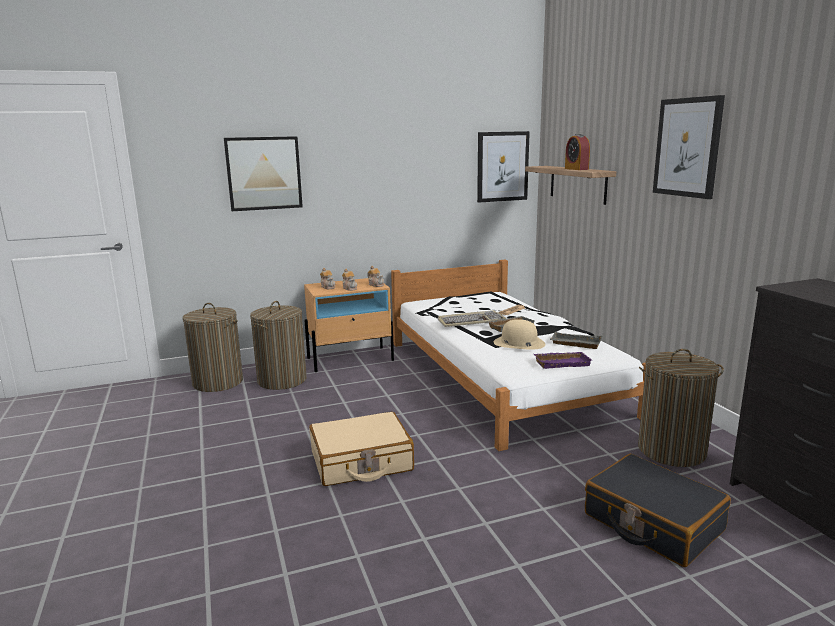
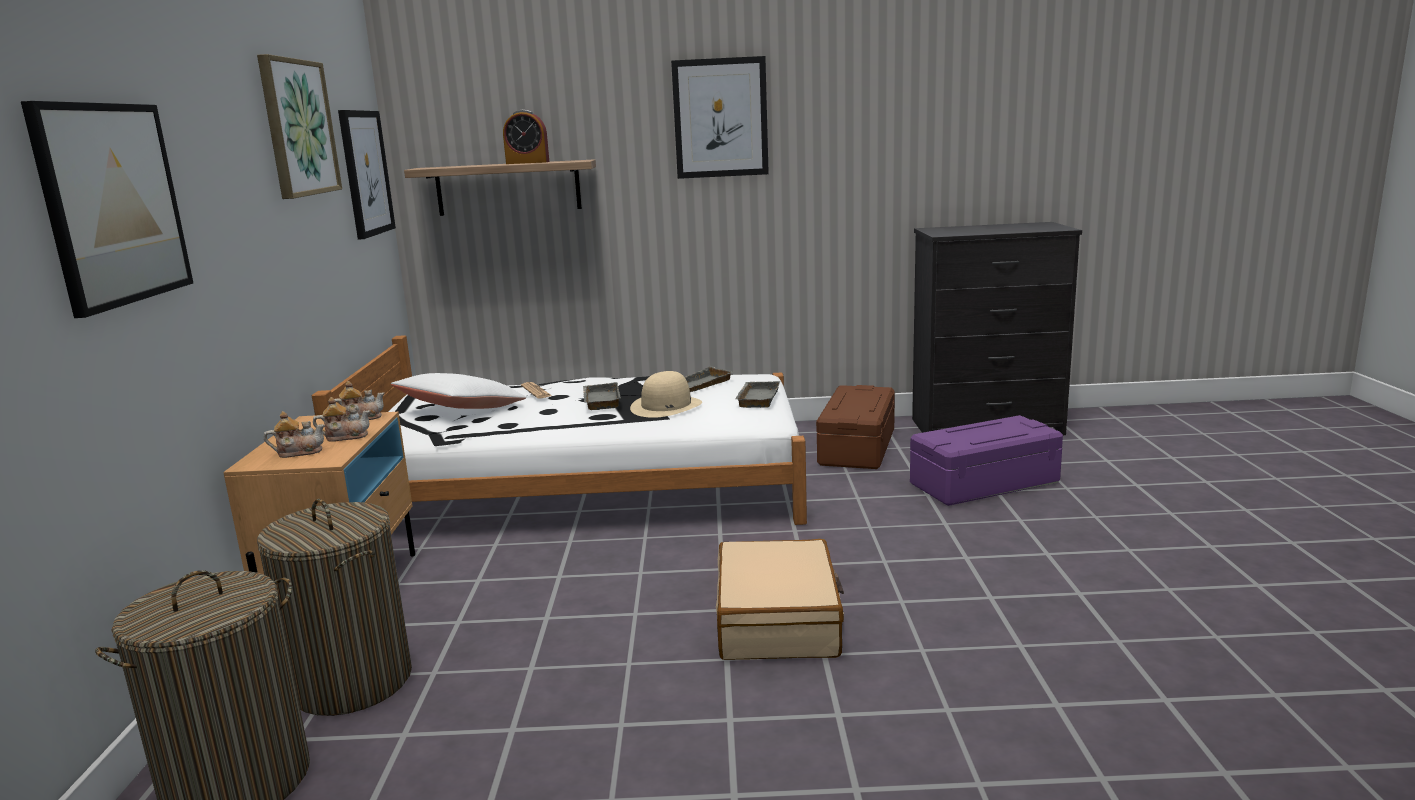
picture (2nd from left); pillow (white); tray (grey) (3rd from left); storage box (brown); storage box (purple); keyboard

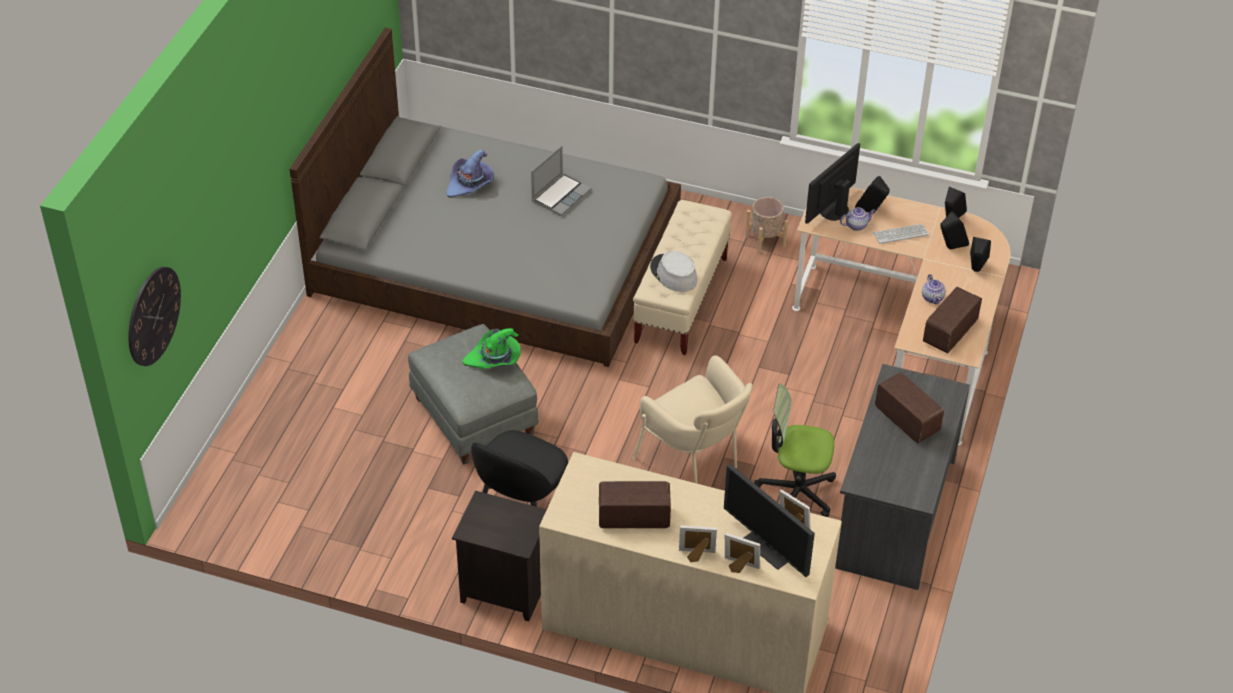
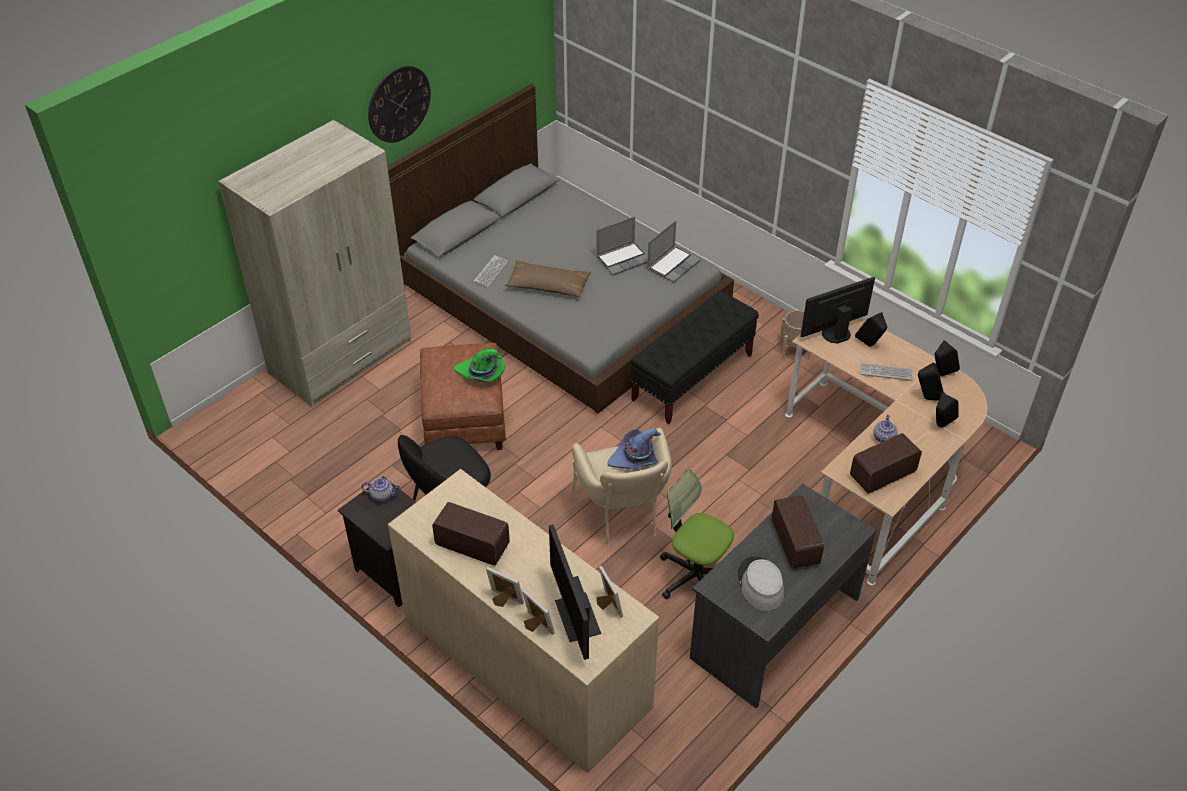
wardrobe (beige); teapot (1st from left); wall clock; ottoman (brown); keyboard (1st from left); pillow (brown); hat (purple); bench (black); laptop (2nd from left); hat (grey)

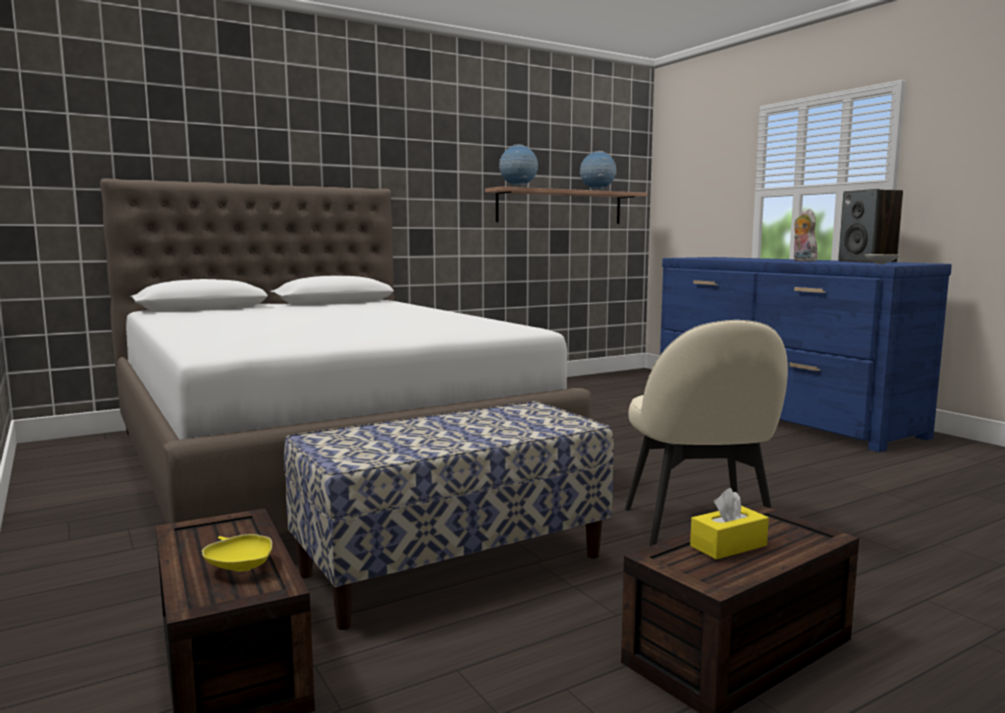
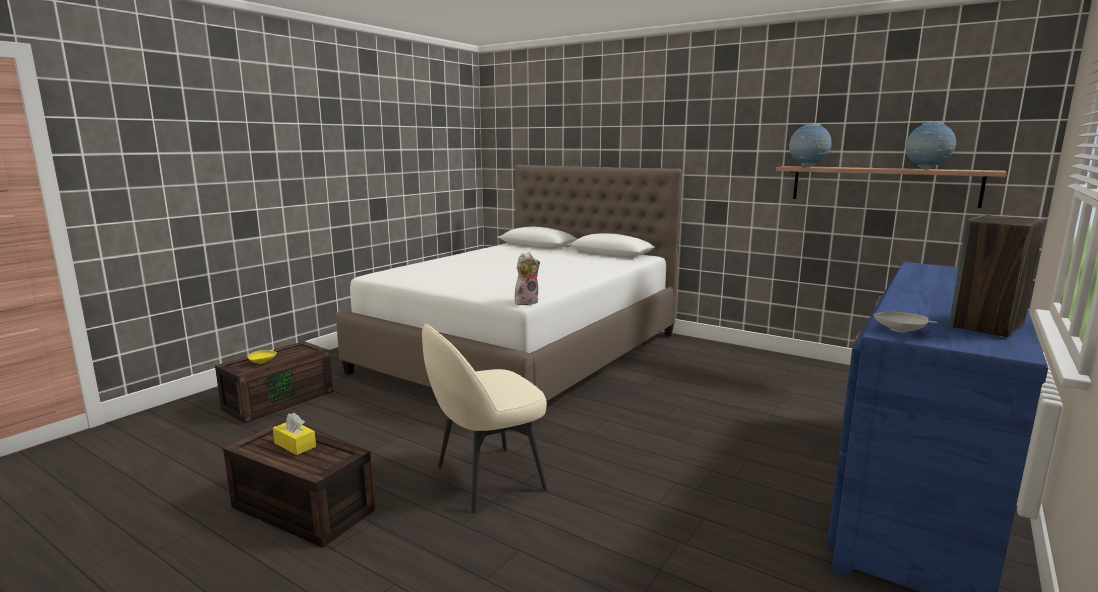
plush toy; bench

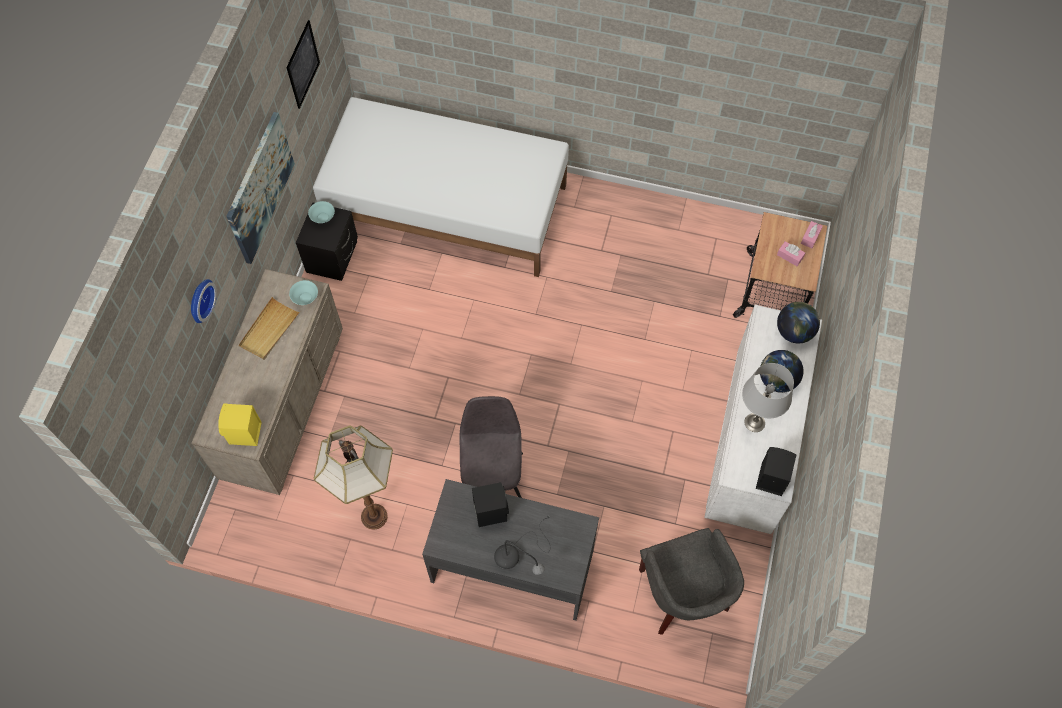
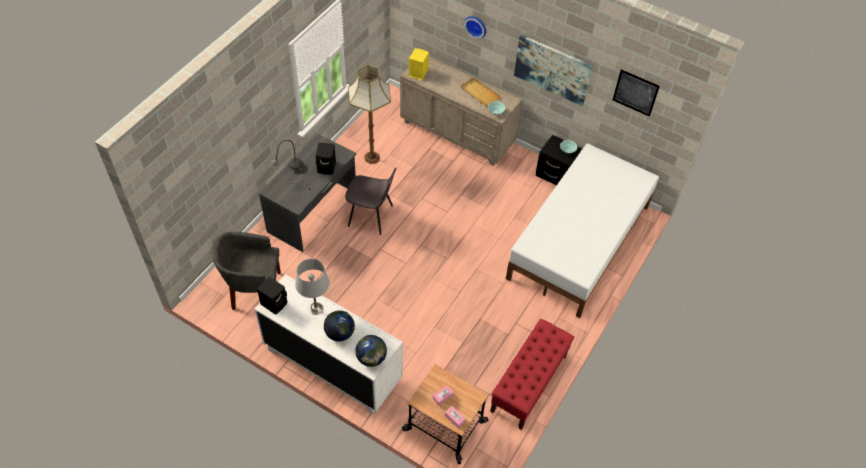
bench (red)

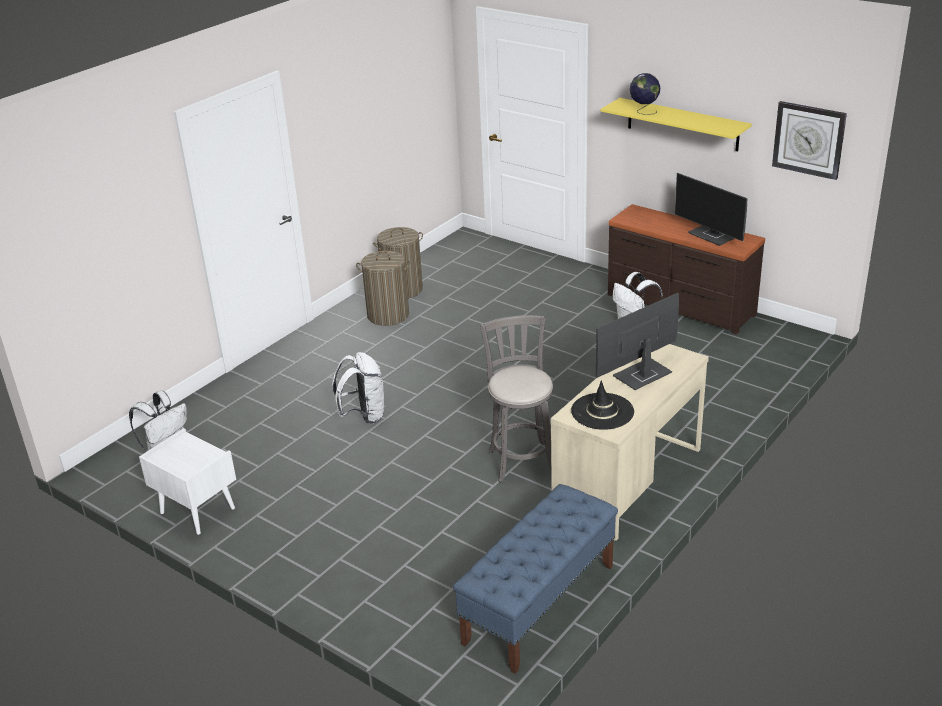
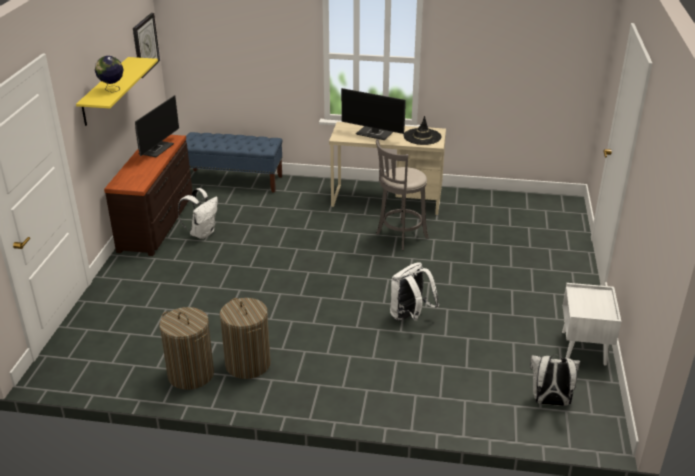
bench (blue)

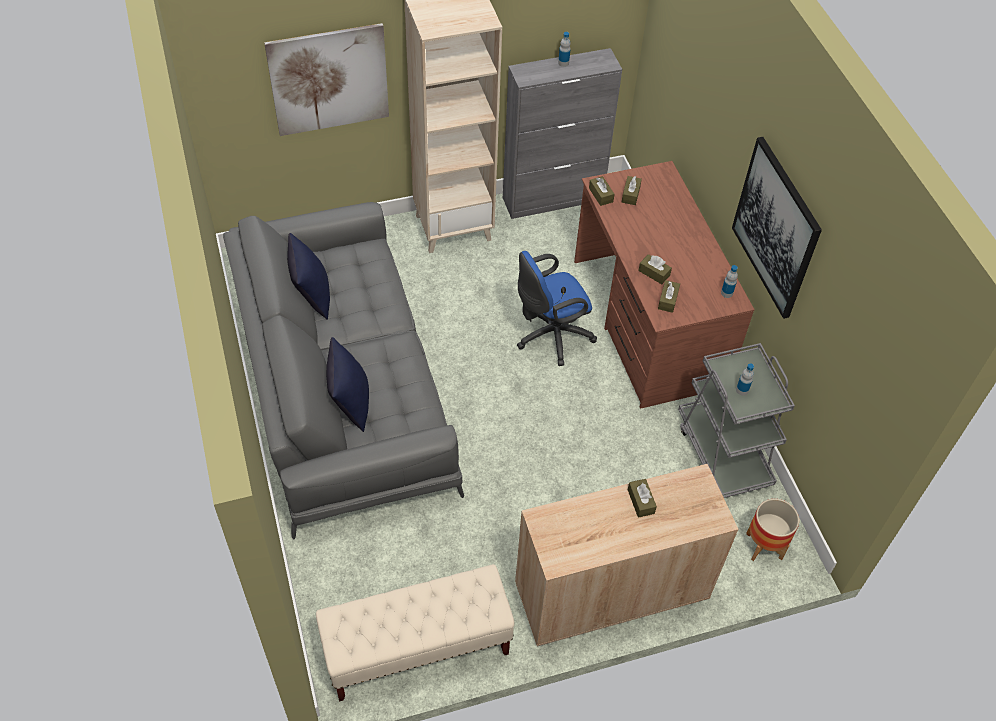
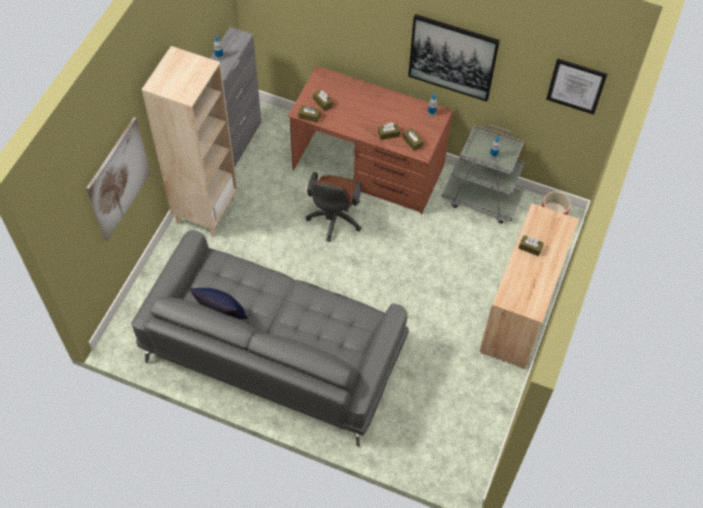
office chair (brown); picture (3rd from left); bench (beige); pillow (blue) (2nd from left in the first image)

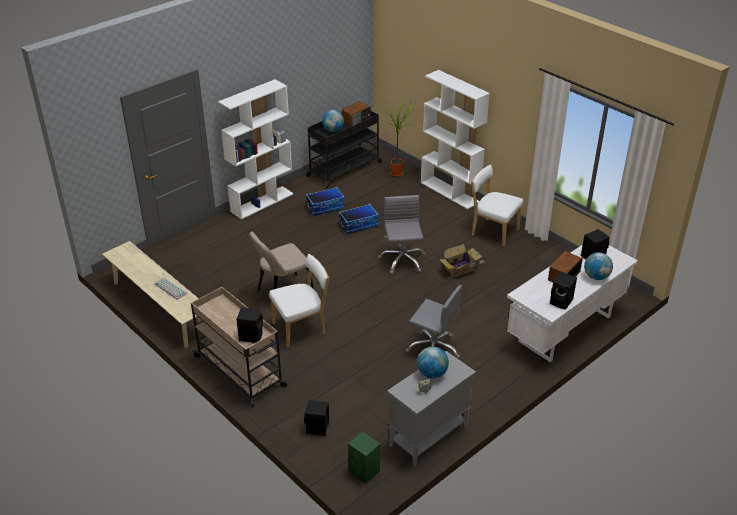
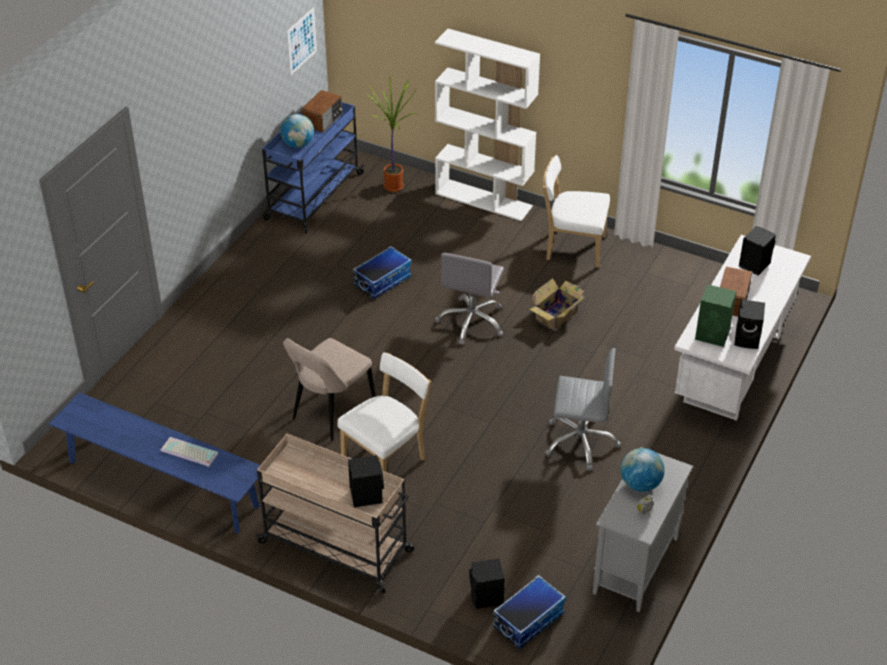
bench (blue); cart (blue); picture; office chair (grey) (1st from left); storage box (2nd from left); speaker (green); bookcase (white) (1st from left in the first image); globe (3rd from left in the first image)

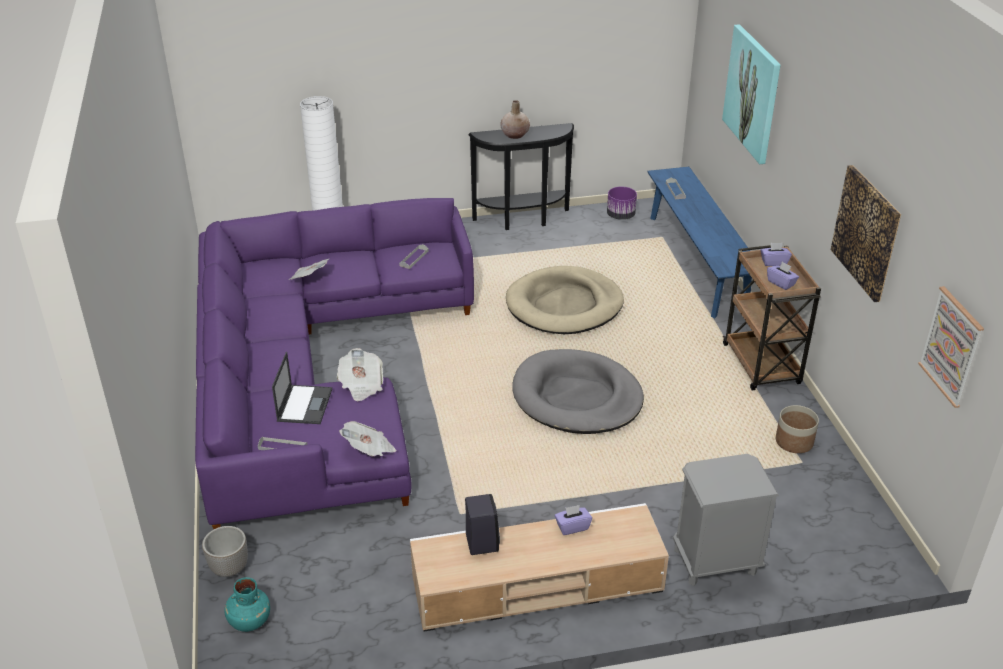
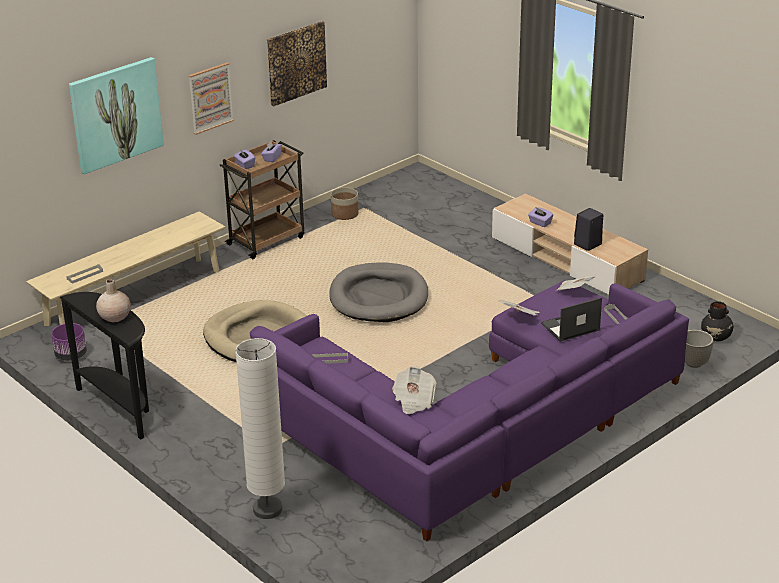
bench (beige); picture (2nd from left); vase (black); nightstand (grey)

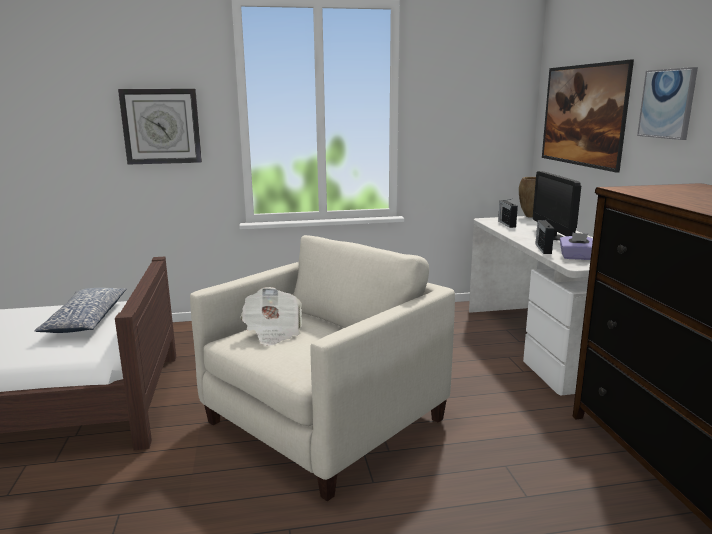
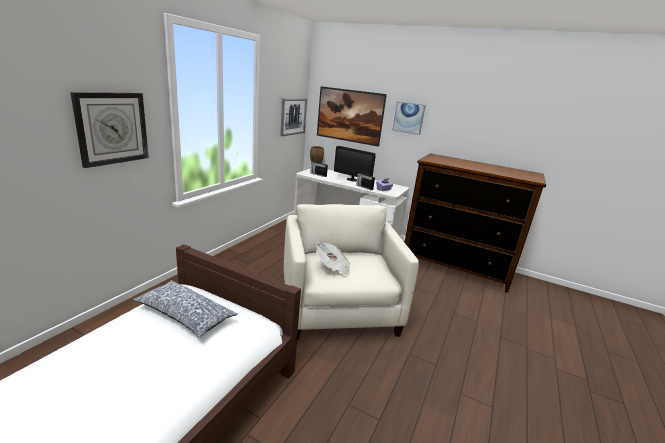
picture (1st from left)

